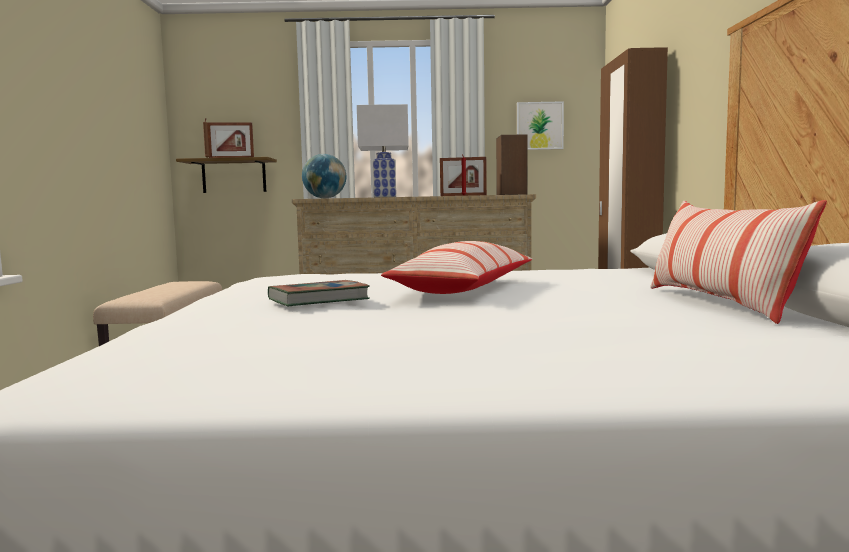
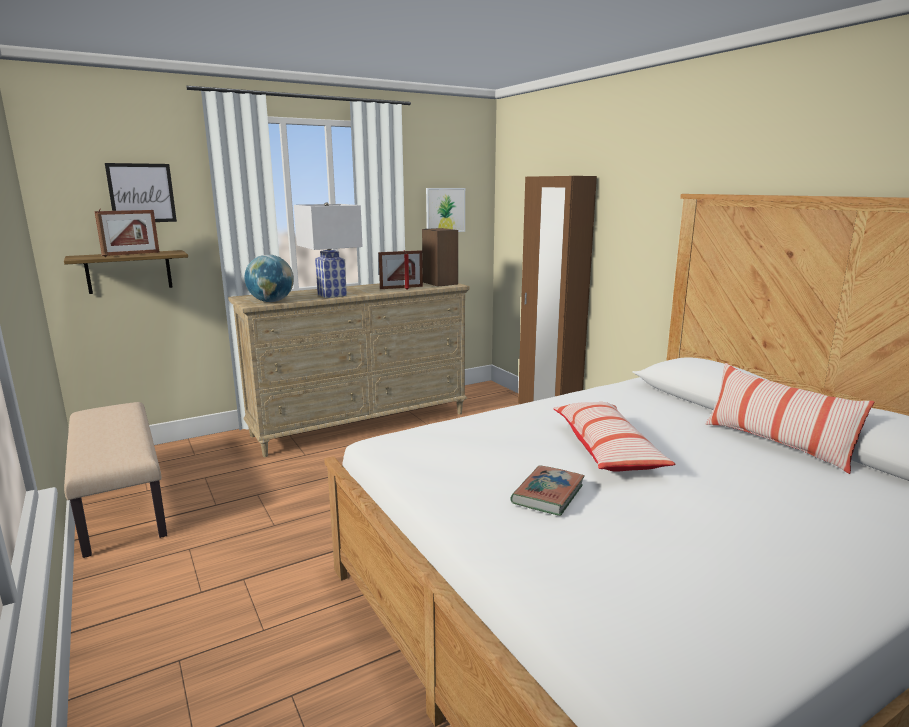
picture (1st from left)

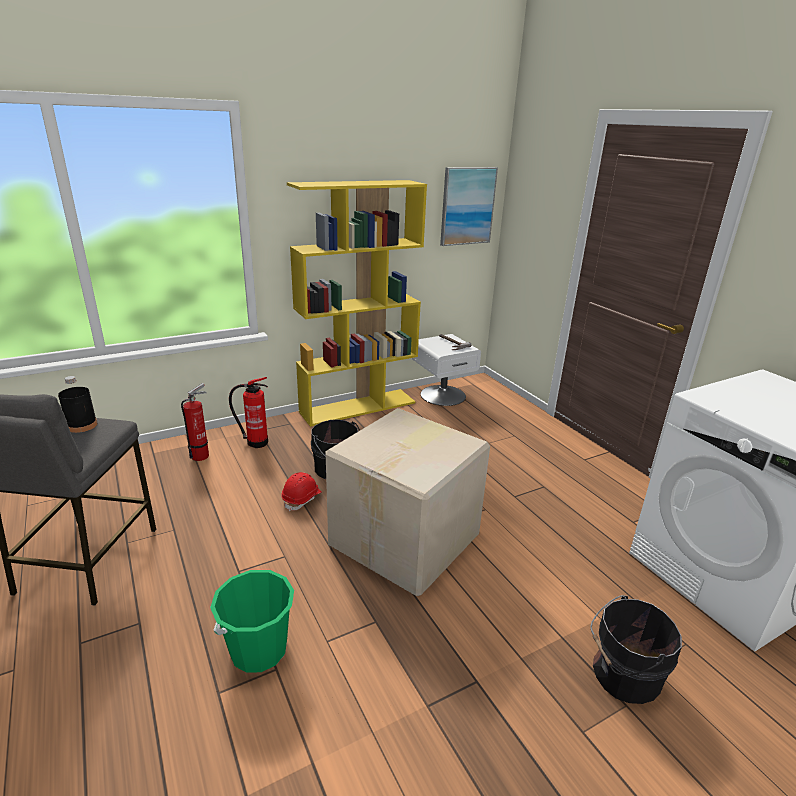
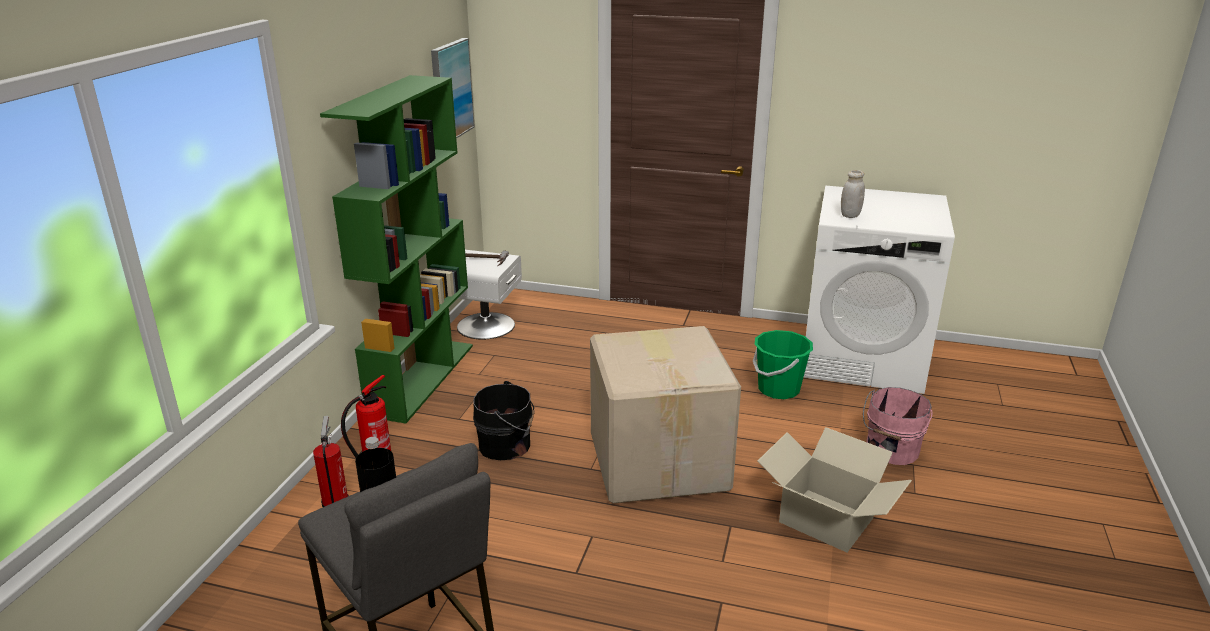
bookcase (green); bucket (green); cardboard box (2nd from left); jar (white); bucket (pink); hard hat (red)

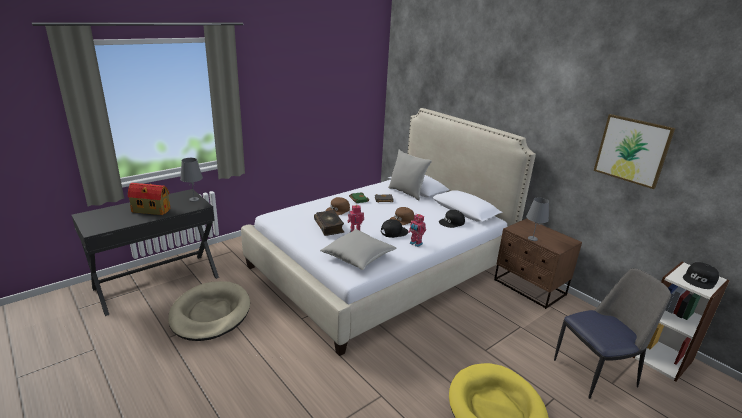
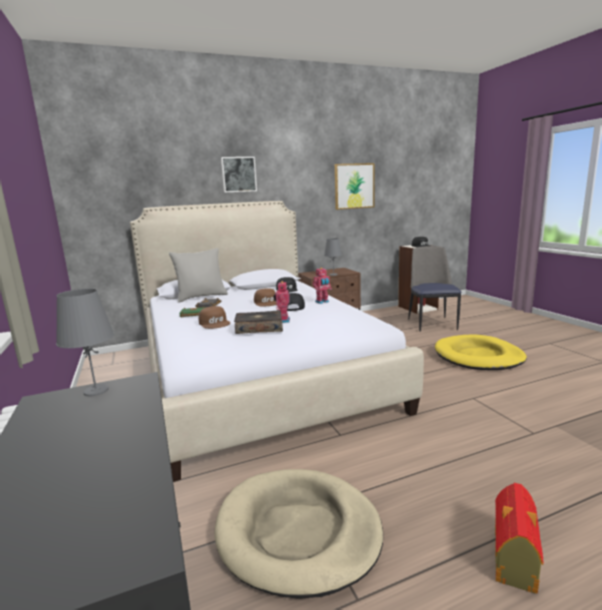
picture (1st from left); toy house; pillow (grey) (1st from left in the first image)

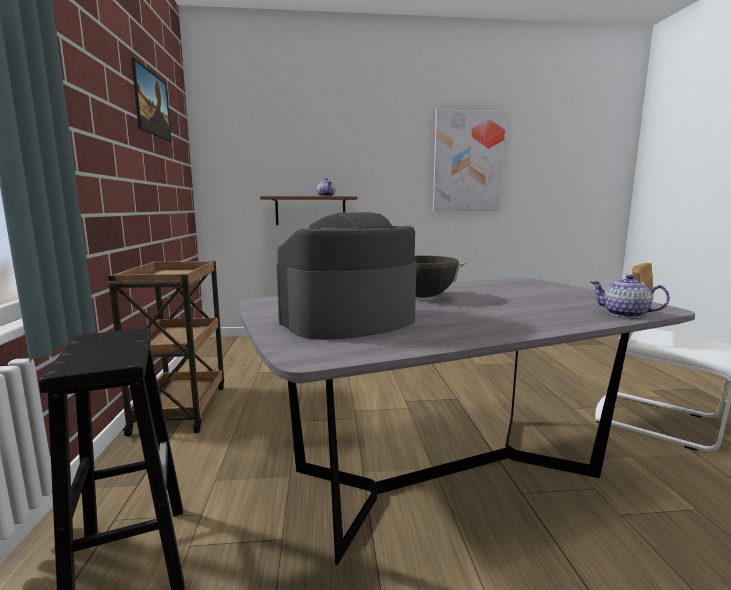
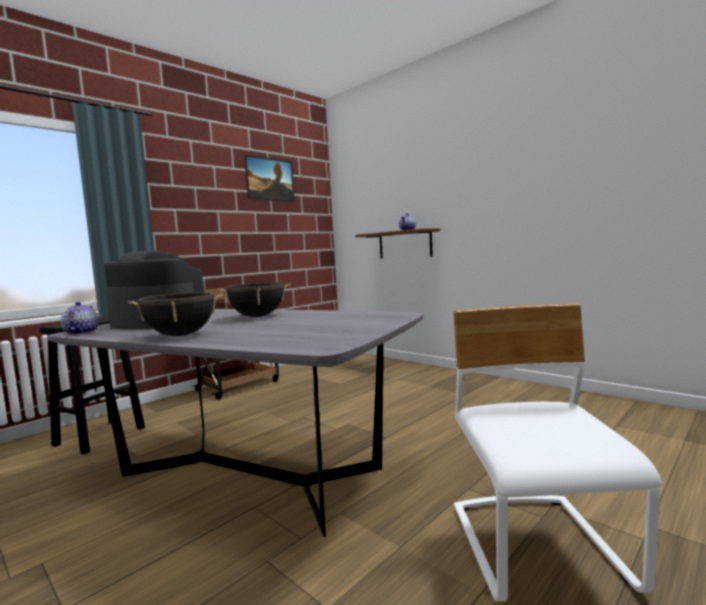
teapot (1st from left); cooking pot (black) (1st from left); picture (2nd from left in the first image)

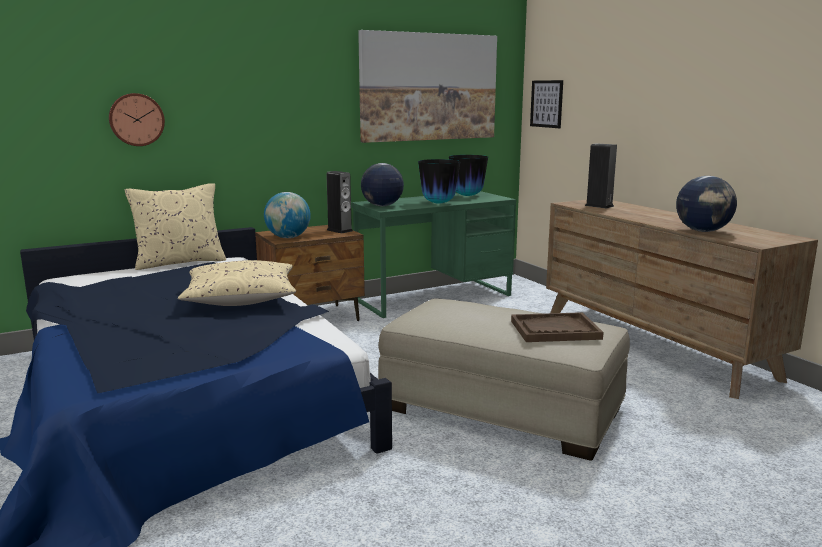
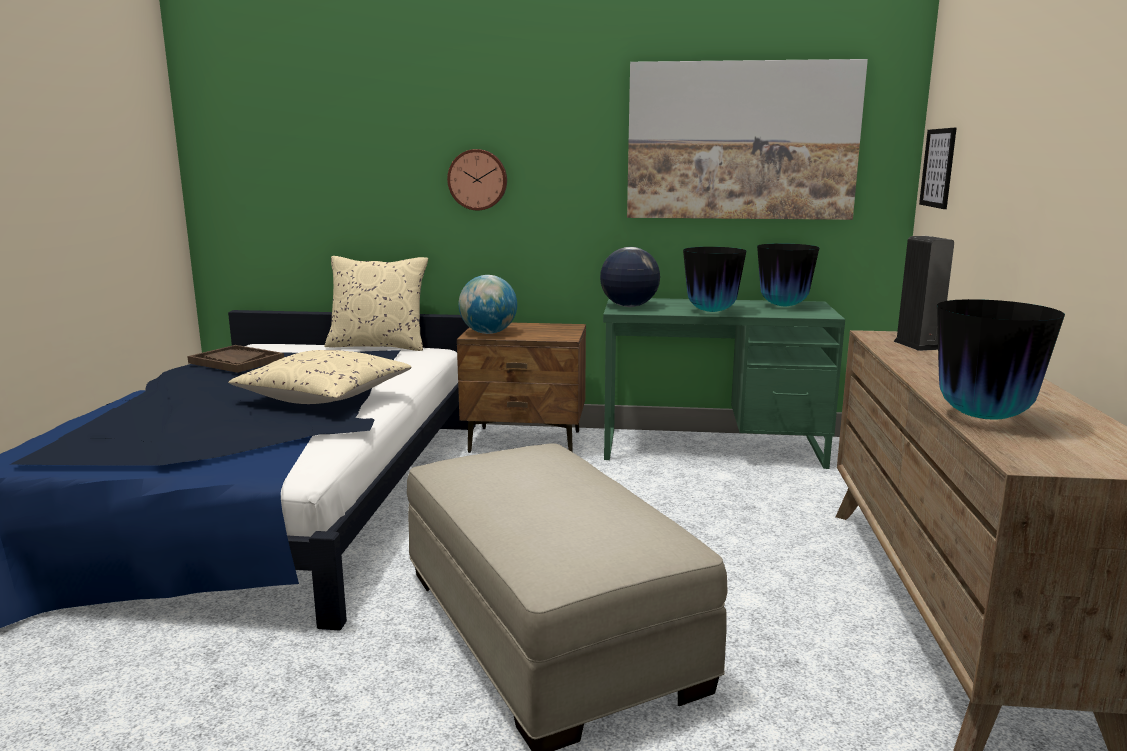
tray (brown); wall clock; vase (3rd from left); speaker (1st from left in the first image)

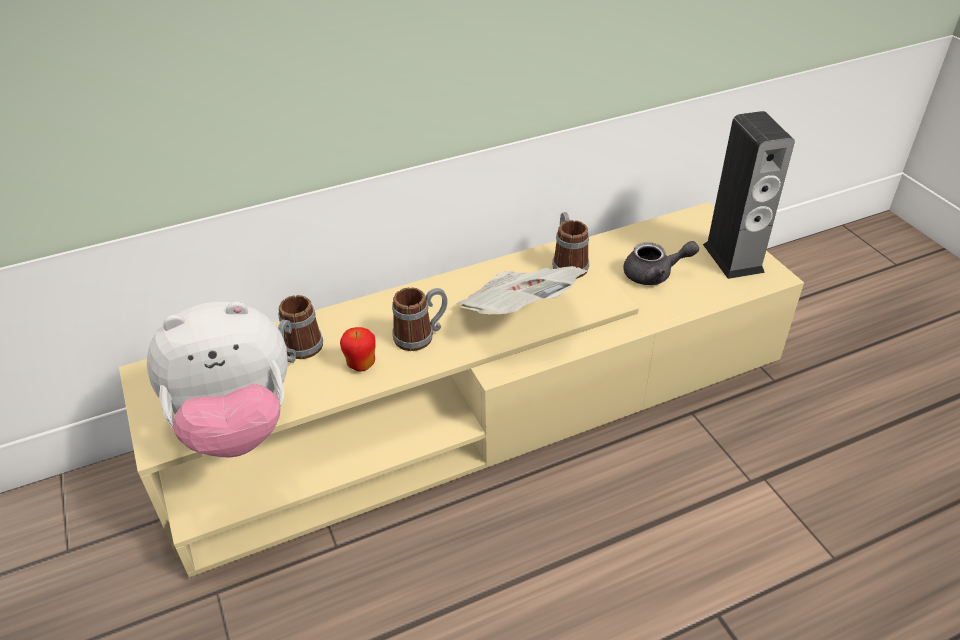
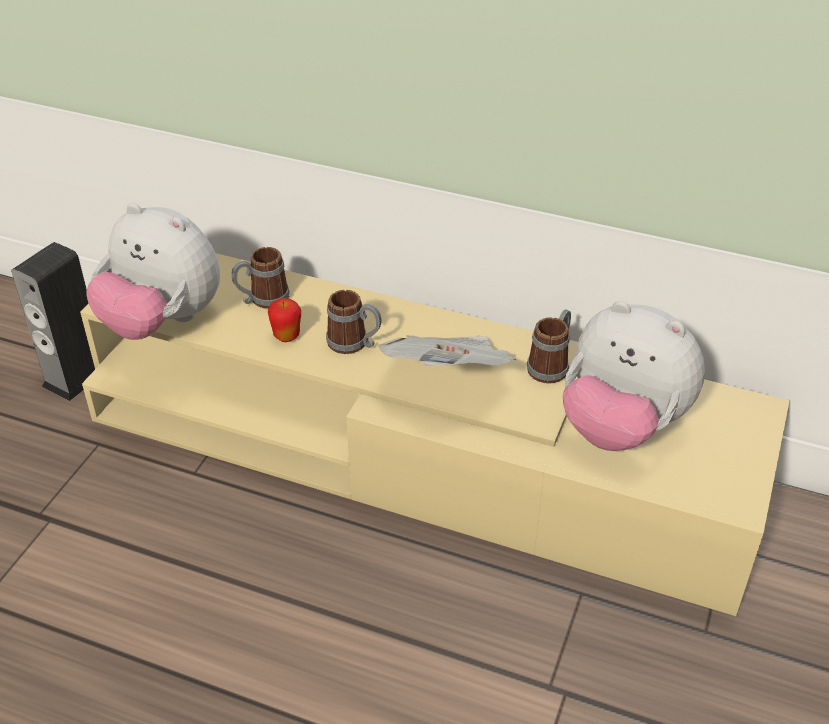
speaker; plush toy (2nd from left)

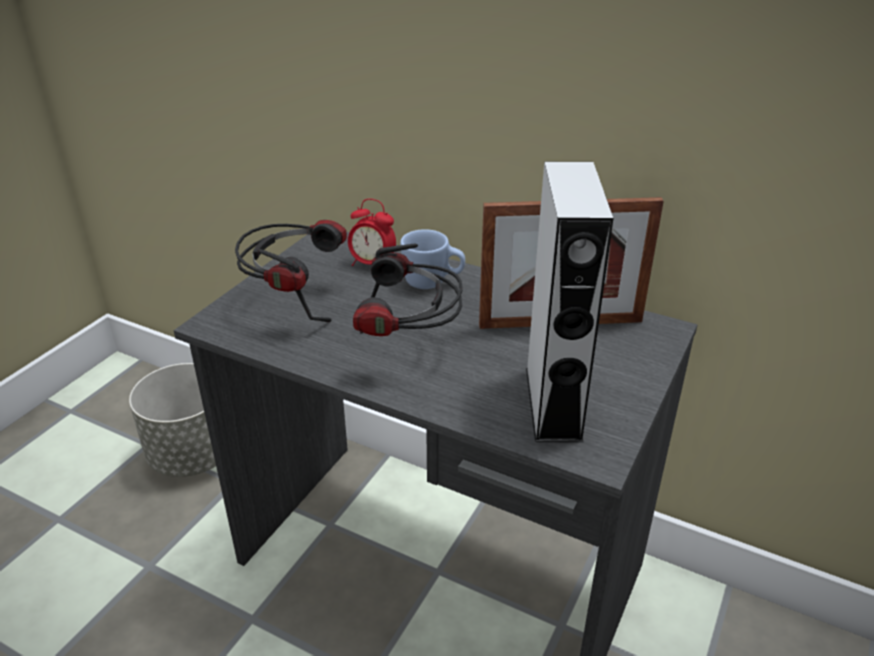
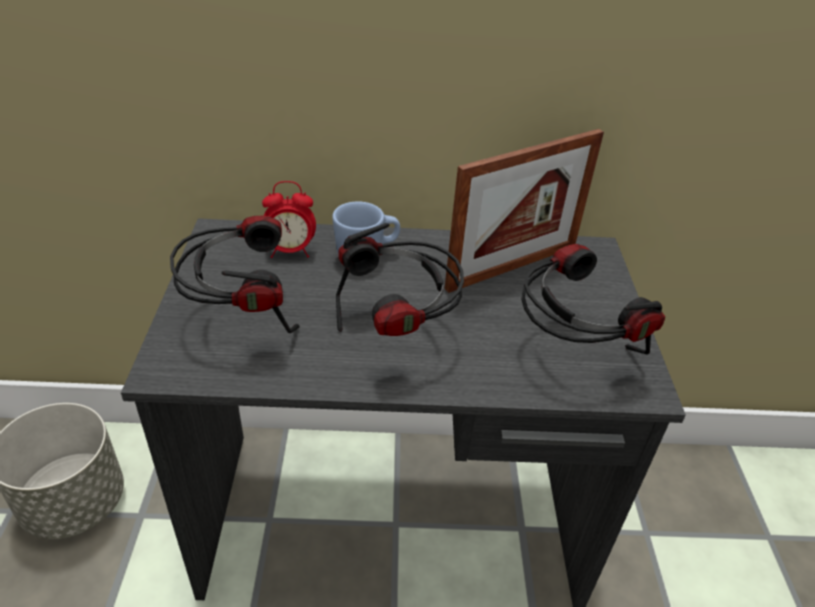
headphones (3rd from left)

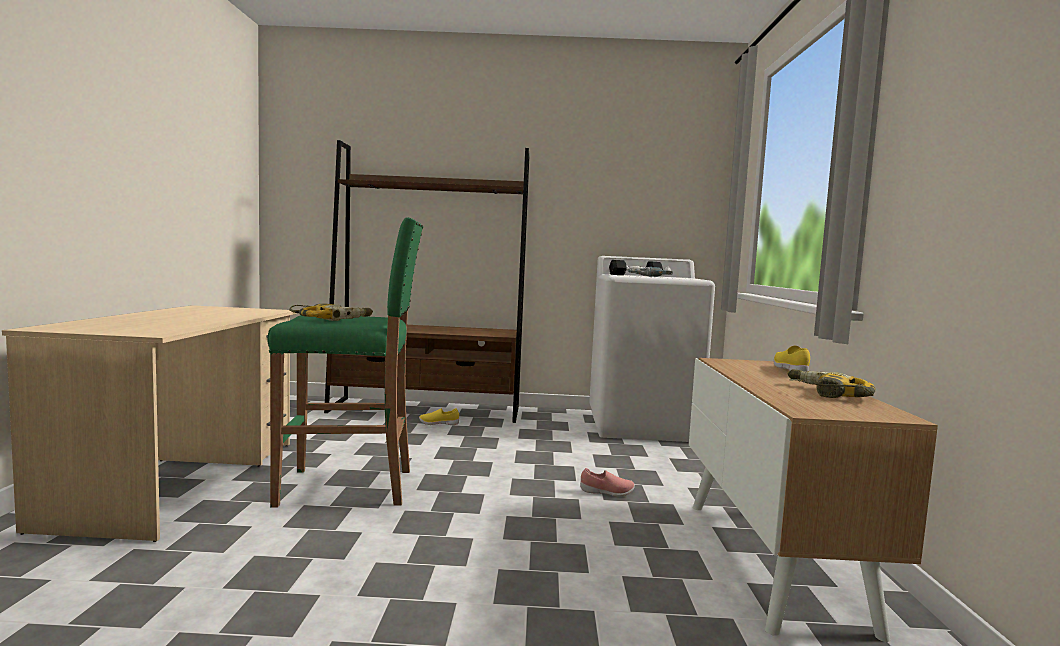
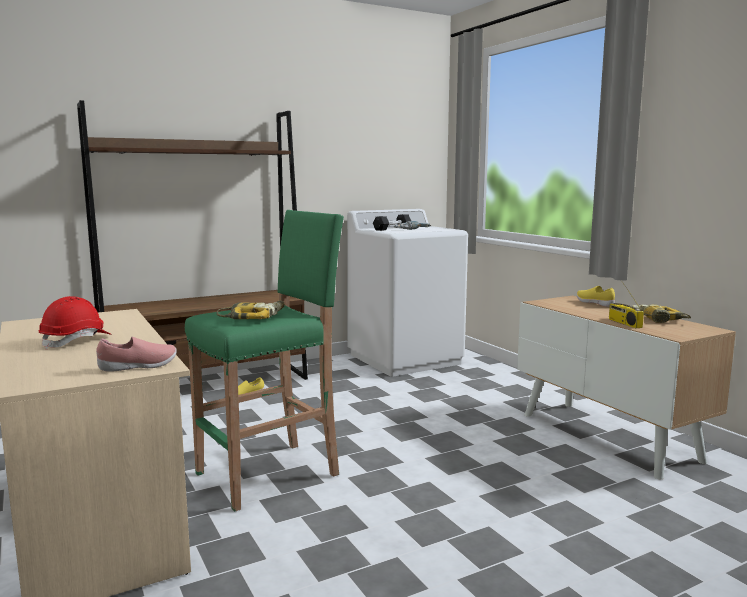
hard hat (red); shoe (pink); radio

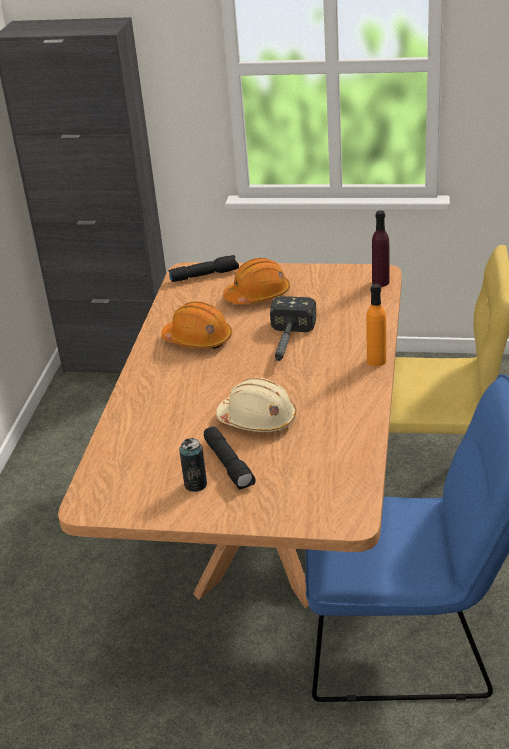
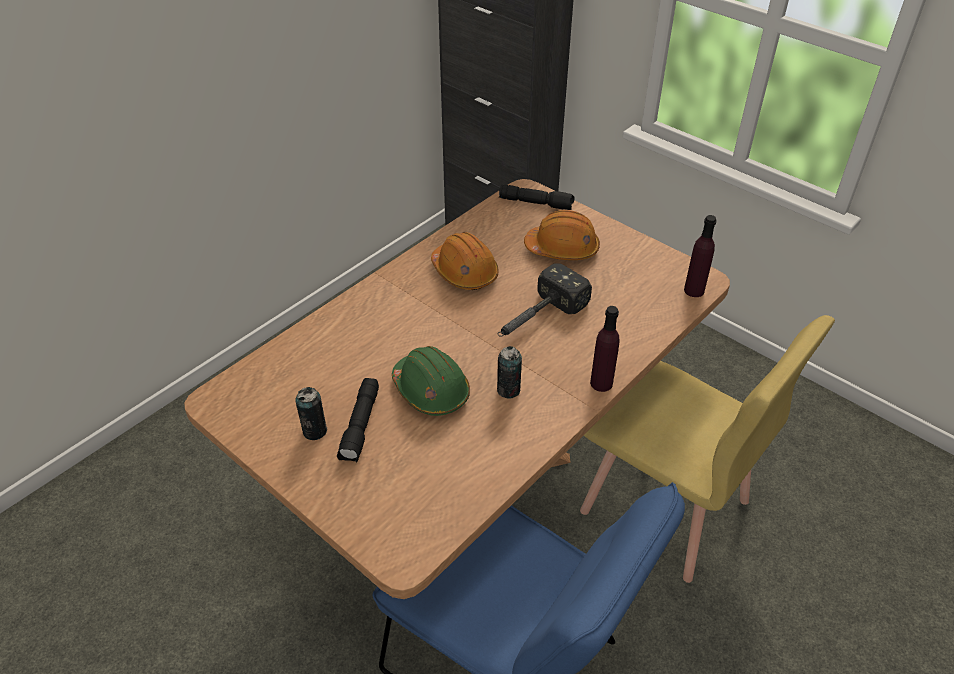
hard hat (green); can (2nd from left); bottle (purple) (1st from left)

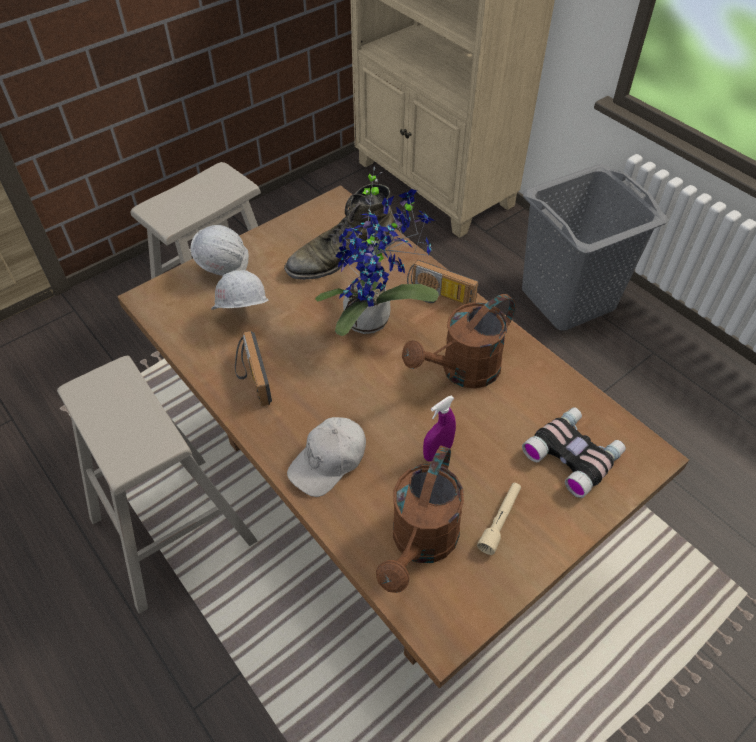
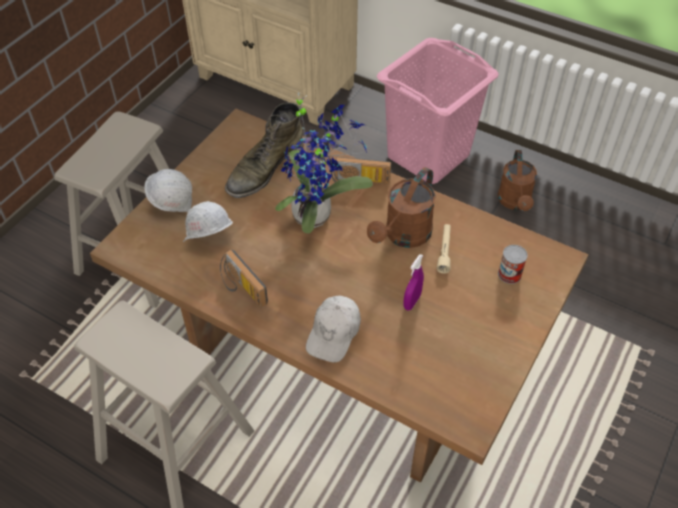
laundry basket (pink); flashlight (beige); watering can (brown) (2nd from left); can

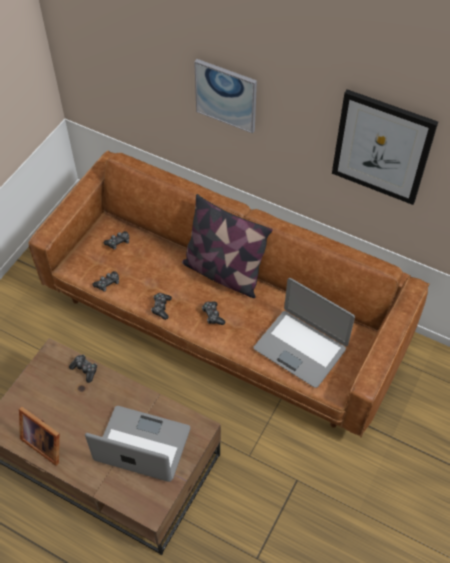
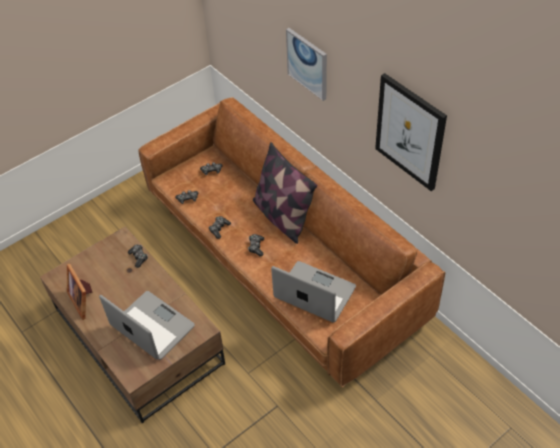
laptop (2nd from left)

